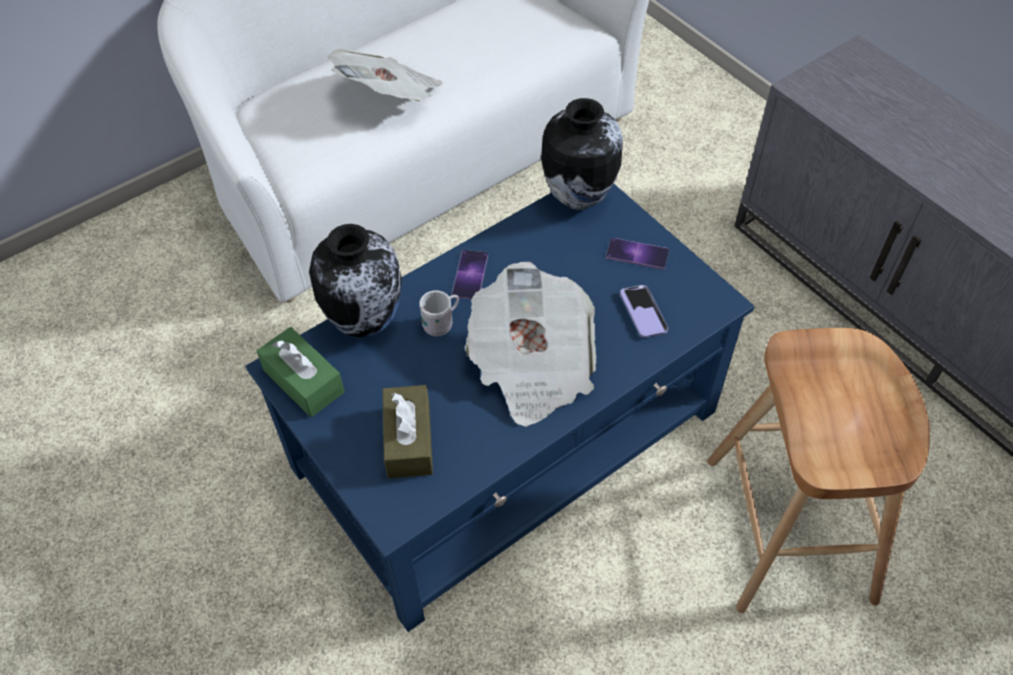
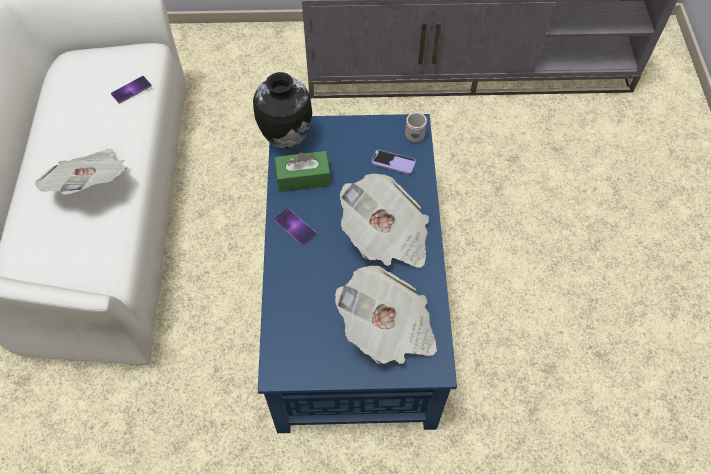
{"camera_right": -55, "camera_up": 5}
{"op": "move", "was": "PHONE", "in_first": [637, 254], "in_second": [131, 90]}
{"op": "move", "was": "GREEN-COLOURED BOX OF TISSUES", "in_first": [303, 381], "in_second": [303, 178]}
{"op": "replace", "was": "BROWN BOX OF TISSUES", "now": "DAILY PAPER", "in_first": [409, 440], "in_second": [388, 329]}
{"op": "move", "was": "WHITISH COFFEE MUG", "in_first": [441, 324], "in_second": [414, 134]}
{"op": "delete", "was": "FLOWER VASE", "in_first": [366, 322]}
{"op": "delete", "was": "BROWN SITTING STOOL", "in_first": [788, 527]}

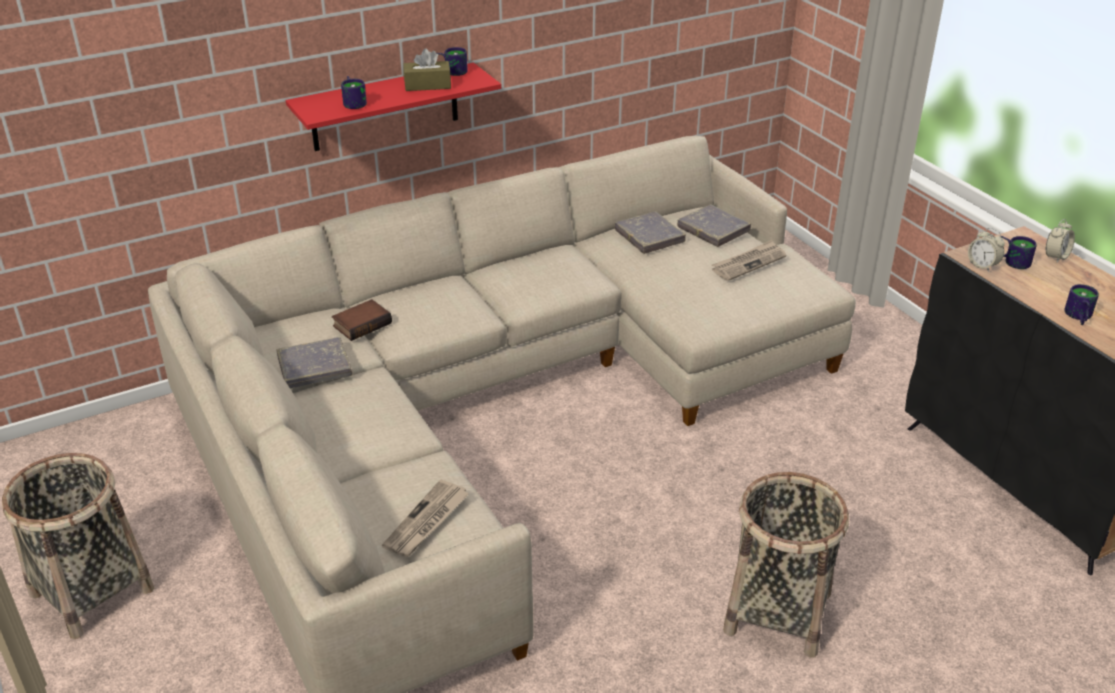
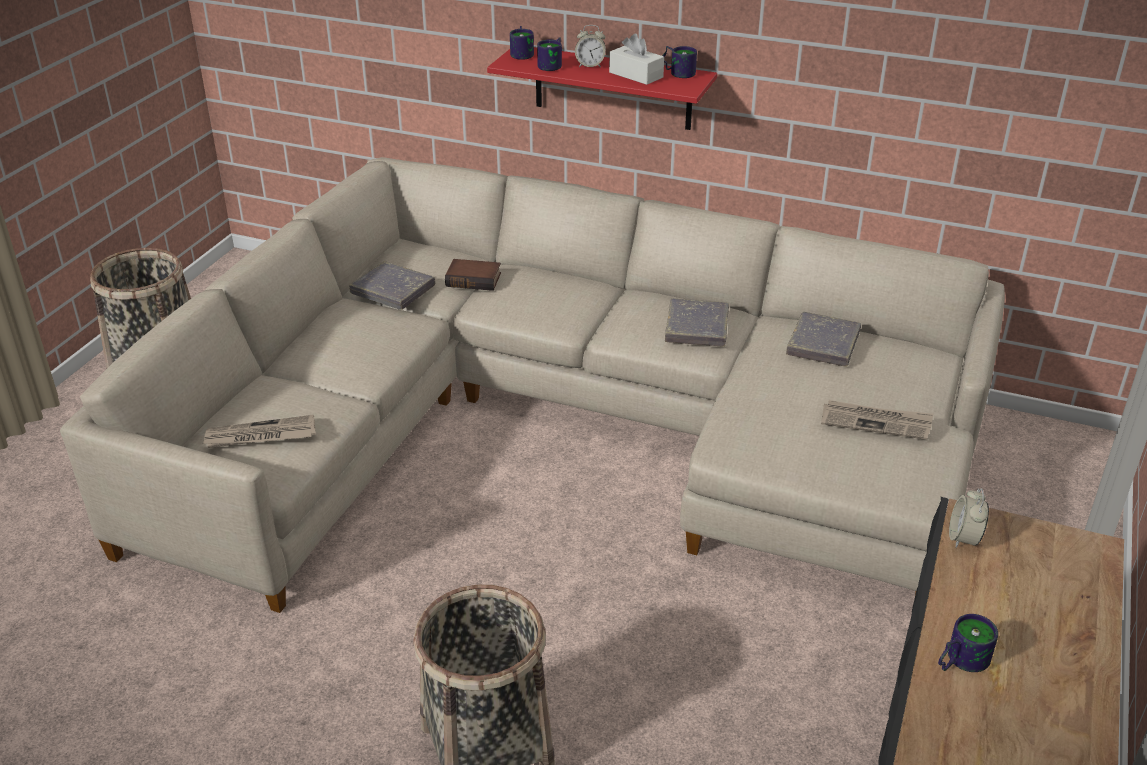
{"camera_right": 50, "camera_up": 0}
{"op": "move", "was": "COFFEE MUG", "in_first": [1011, 261], "in_second": [523, 53]}
{"op": "move", "was": "BEDSIDE CLOCK", "in_first": [1056, 257], "in_second": [590, 65]}
{"op": "recolor", "was": "BROWN BOX OF TISSUES", "now": "WHITISH BOX OF TISSUES", "in_first": [427, 85], "in_second": [636, 75]}
{"op": "move", "was": "GREYISH VOLUME", "in_first": [713, 230], "in_second": [697, 327]}

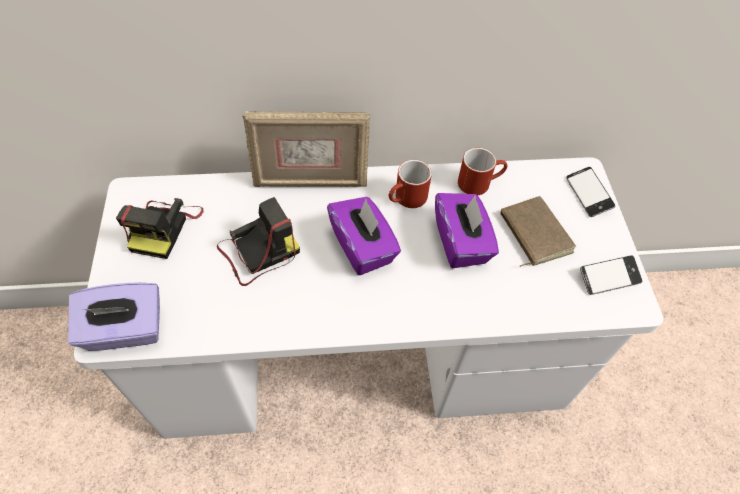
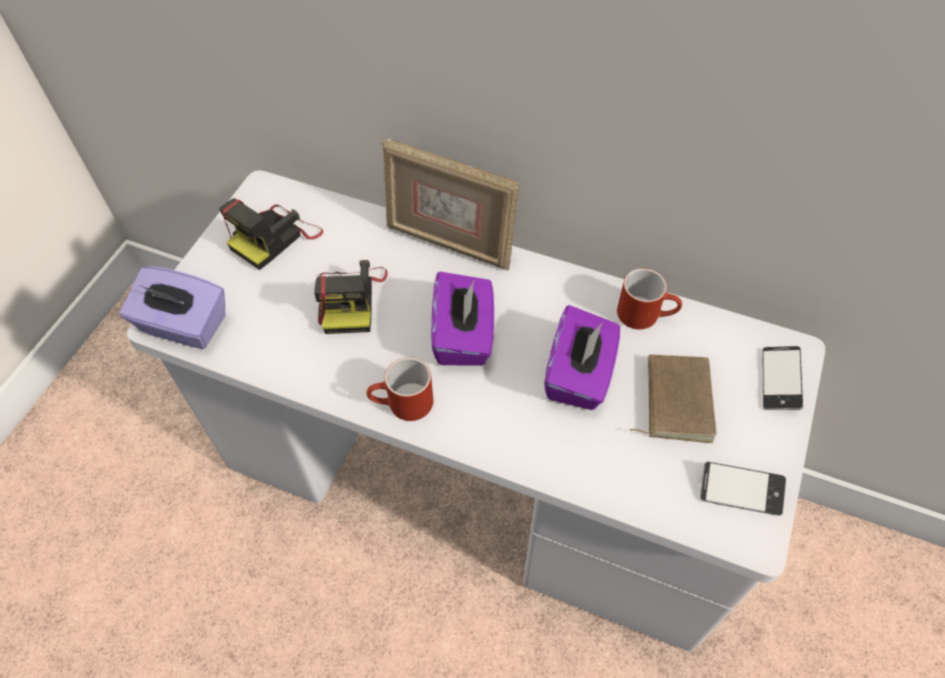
{"camera_right": 30, "camera_up": 0}
{"op": "rotate", "was": "PHOTO CAMERA", "in_first": [258, 253], "in_second": [351, 299], "clockwise": 90}
{"op": "move", "was": "RED-COLOURED COFFEE MUG", "in_first": [407, 200], "in_second": [402, 405]}

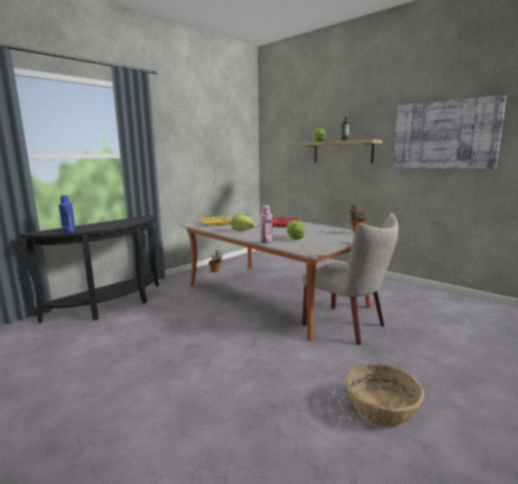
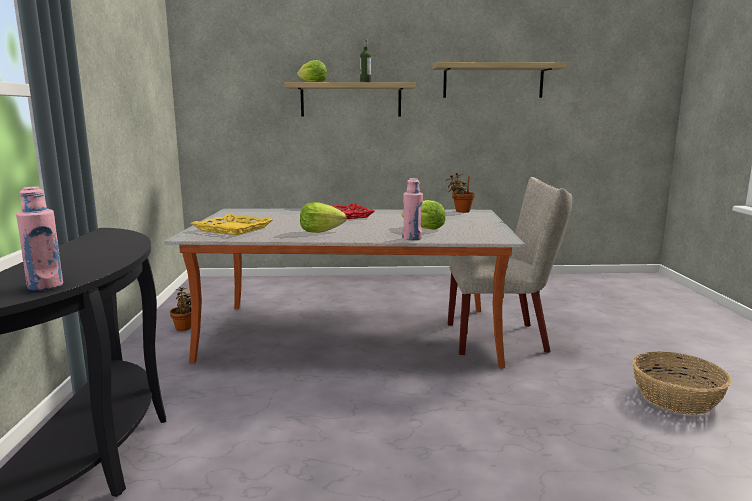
{"camera_right": -45, "camera_up": 0}
{"op": "recolor", "was": "BLUISH DRINK BOTTLE", "now": "PINK-COLOURED DRINK BOTTLE", "in_first": [69, 231], "in_second": [45, 286]}
{"op": "replace", "was": "WALL ART", "now": "BRACKET SHELF", "in_first": [444, 135], "in_second": [493, 81]}

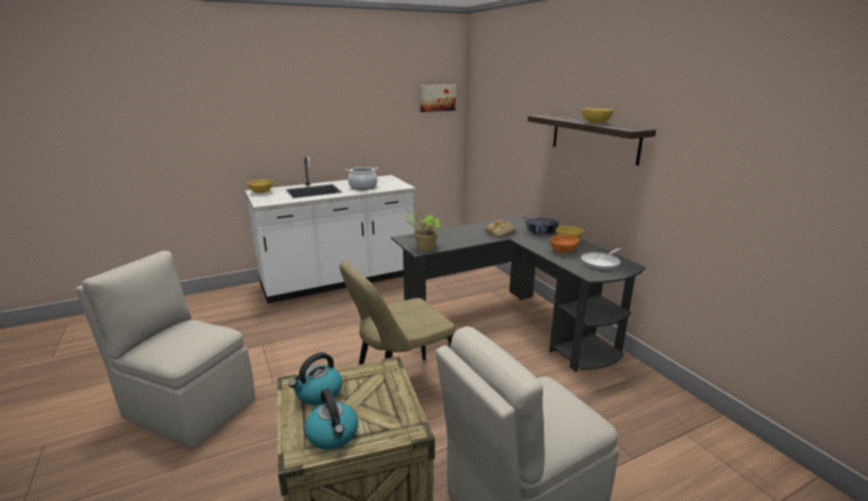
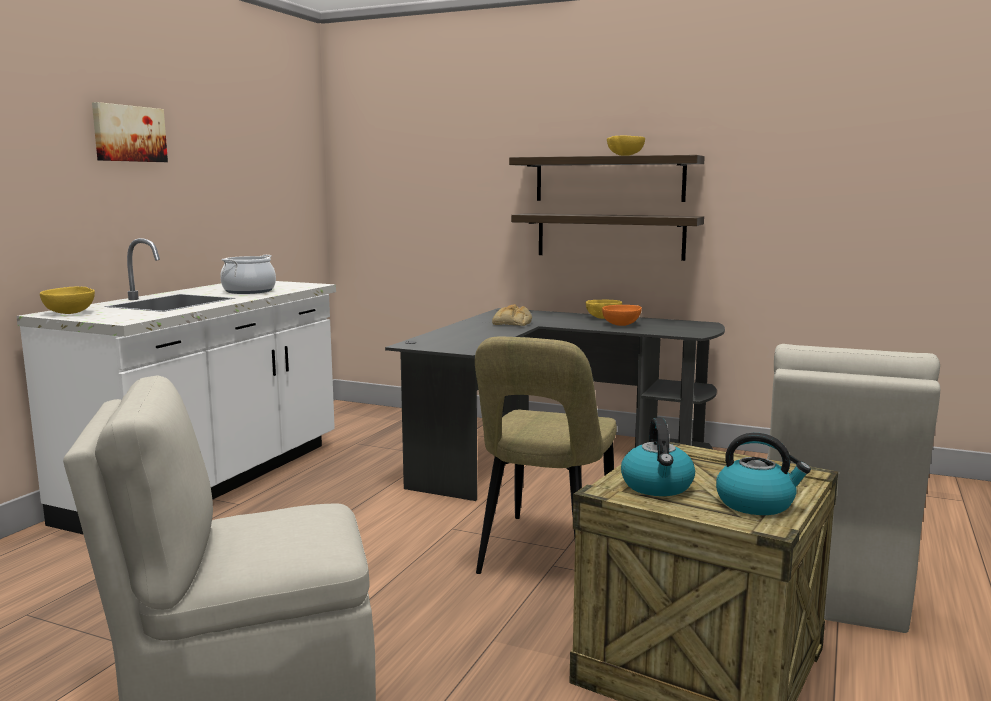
{"camera_right": -40, "camera_up": -10}
{"op": "move", "was": "WALL ART", "in_first": [437, 98], "in_second": [128, 133]}
{"op": "insert", "now": "BRACKET SHELF", "in_second": [610, 236]}
{"op": "delete", "was": "HOUSEPLANT", "in_first": [424, 248]}
{"op": "delete", "was": "DEEP DISH", "in_first": [541, 232]}
{"op": "delete", "was": "PAN", "in_first": [601, 263]}

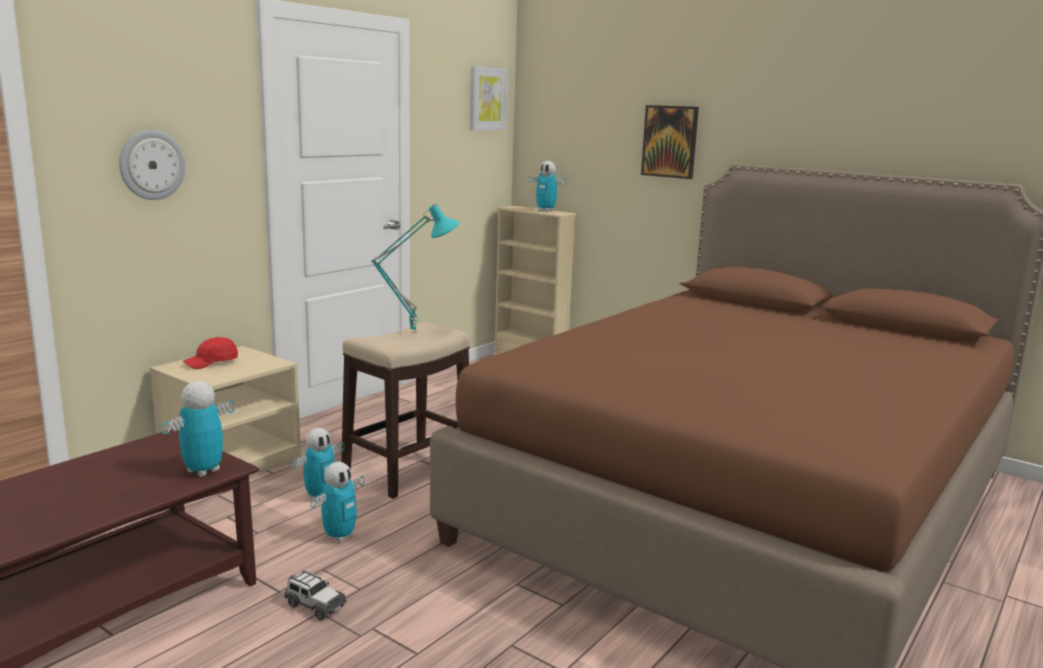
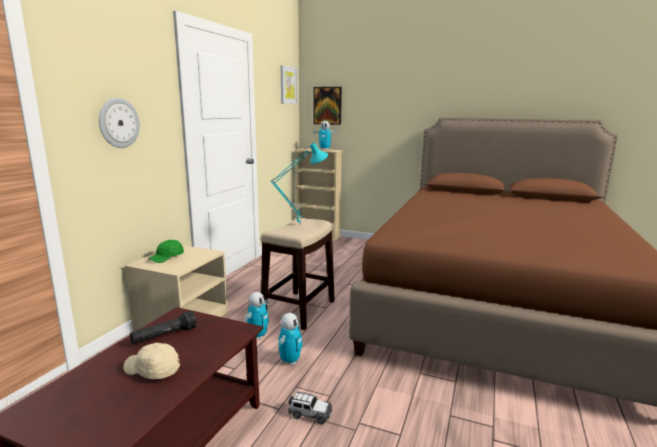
{"camera_right": -15, "camera_up": 0}
{"op": "insert", "now": "BEIGE BASEBALL CAP", "in_second": [152, 370]}
{"op": "insert", "now": "BLACK HAND TORCH", "in_second": [164, 336]}
{"op": "recolor", "was": "RED-COLOURED BASEBALL CAP", "now": "GREEN-COLOURED BASEBALL CAP", "in_first": [212, 363], "in_second": [167, 257]}
{"op": "move", "was": "WALL ART", "in_first": [670, 141], "in_second": [327, 105]}
{"op": "delete", "was": "MODEL ROBOT", "in_first": [203, 471]}

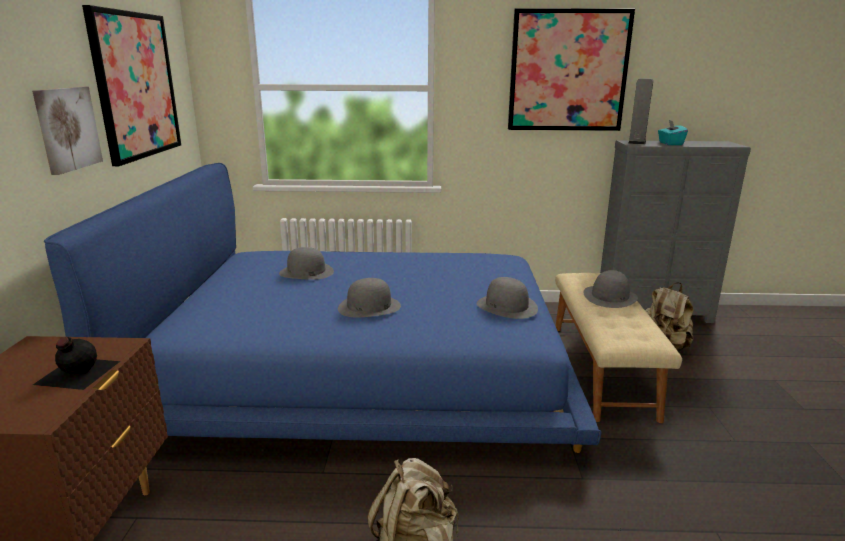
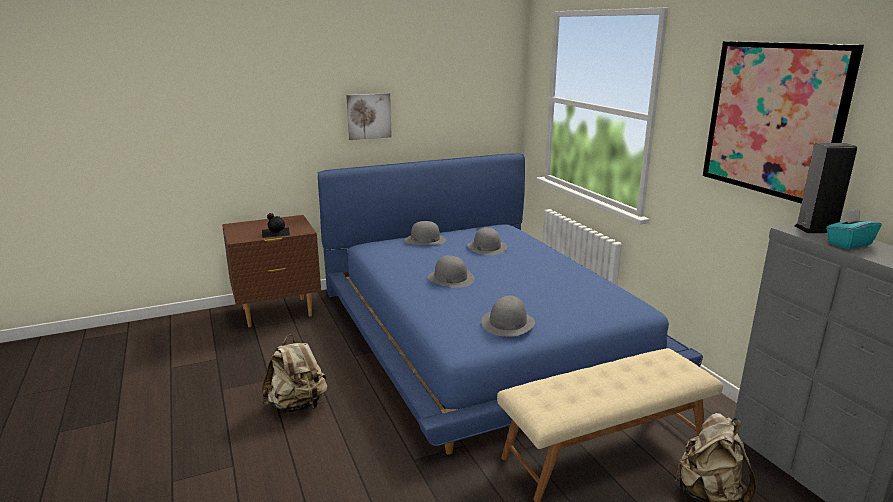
{"camera_right": 65, "camera_up": 0}
{"op": "move", "was": "GREYISH HAT", "in_first": [610, 297], "in_second": [425, 240]}
{"op": "delete", "was": "WALL ART", "in_first": [136, 85]}

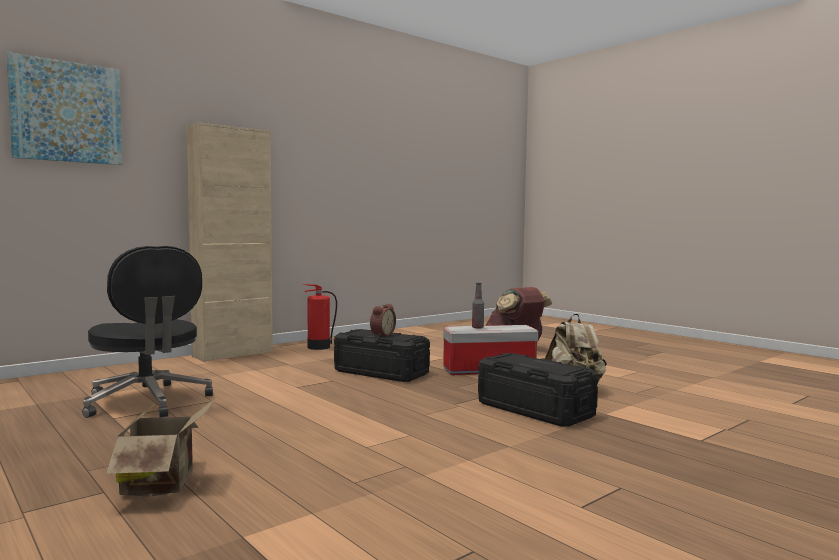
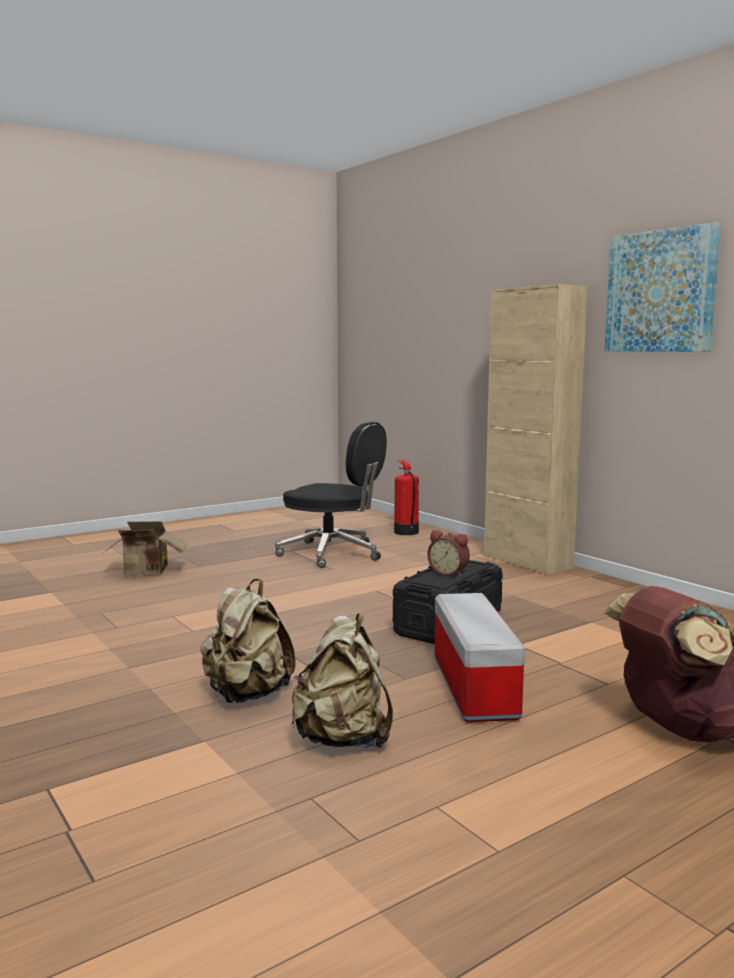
{"camera_right": 95, "camera_up": 5}
{"op": "replace", "was": "BLACK STORAGE BOX", "now": "BEIGE RUCKSACK", "in_first": [534, 409], "in_second": [247, 695]}
{"op": "rotate", "was": "BLACK OFFICE CHAIR", "in_first": [147, 402], "in_second": [332, 554], "clockwise": -120}
{"op": "move", "was": "FIRE-FIGHTING CYLINDER", "in_first": [318, 347], "in_second": [406, 532]}
{"op": "move", "was": "WALL ART", "in_first": [66, 112], "in_second": [660, 291]}
{"op": "delete", "was": "DRINK BOTTLE", "in_first": [477, 327]}

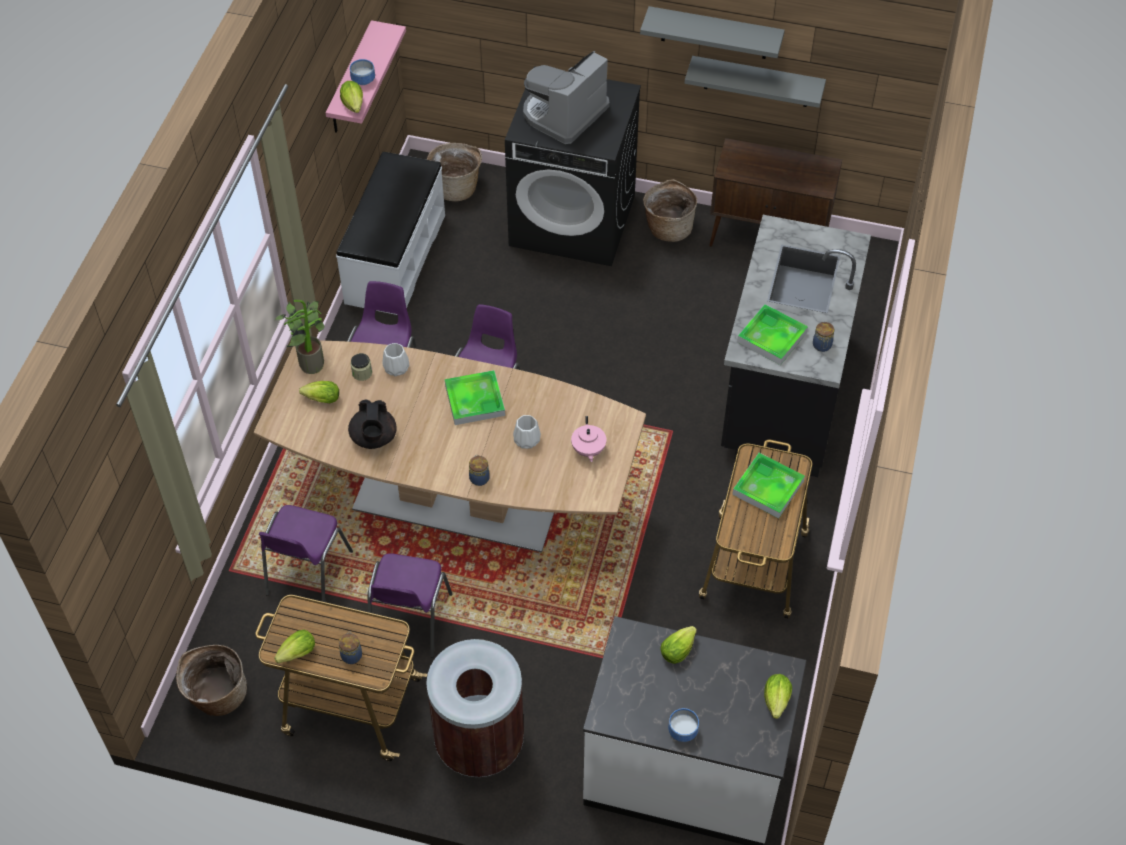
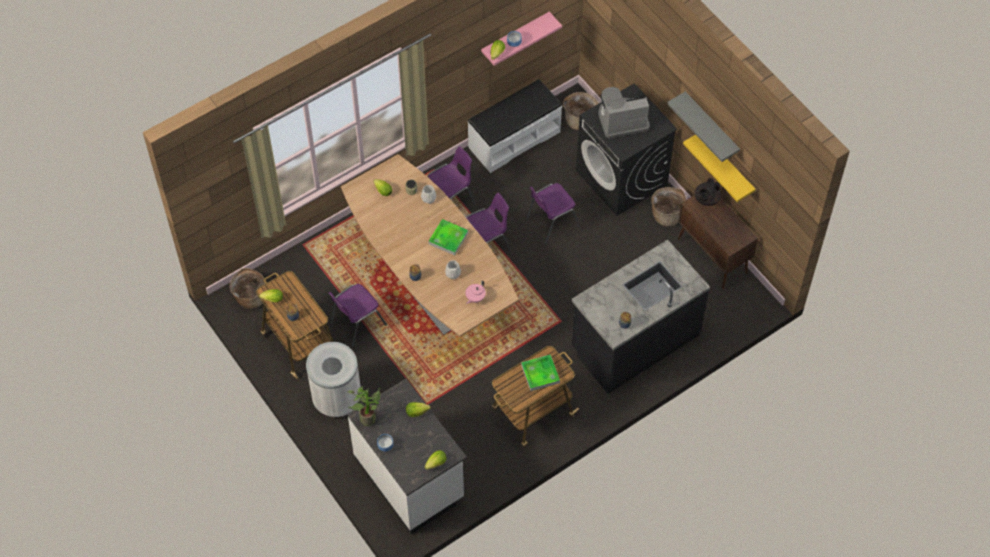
{"camera_right": 40, "camera_up": 5}
{"op": "recolor", "was": "BROWN RUBBISH BIN", "now": "WHITISH RUBBISH BIN", "in_first": [480, 743], "in_second": [337, 399]}
{"op": "move", "was": "HOUSEPLANT", "in_first": [310, 362], "in_second": [368, 417]}
{"op": "move", "was": "PURPLISH CHAIR", "in_first": [307, 574], "in_second": [551, 223]}
{"op": "recolor", "was": "GREYISH BRACKET SHELF", "now": "YELLOW-COLOURED BRACKET SHELF", "in_first": [757, 82], "in_second": [726, 166]}
{"op": "move", "was": "BLACK TEA POT", "in_first": [374, 438], "in_second": [706, 199]}
{"op": "delete", "was": "TRAY", "in_first": [772, 337]}

